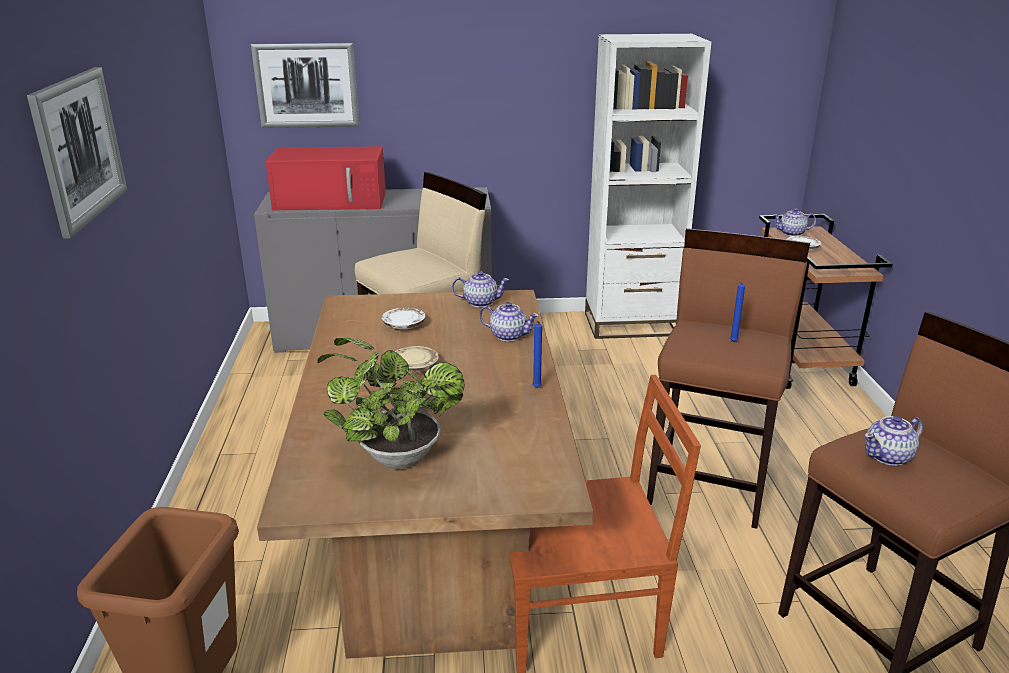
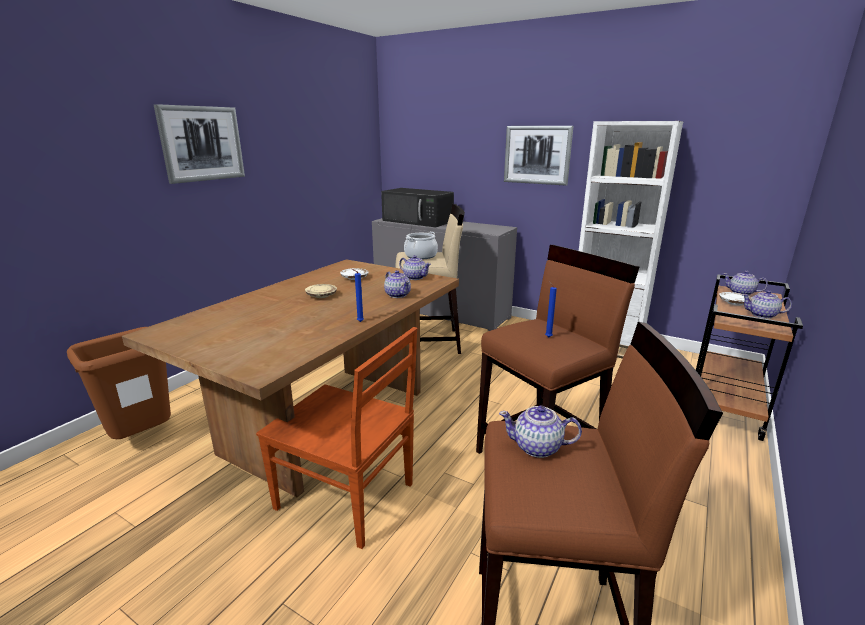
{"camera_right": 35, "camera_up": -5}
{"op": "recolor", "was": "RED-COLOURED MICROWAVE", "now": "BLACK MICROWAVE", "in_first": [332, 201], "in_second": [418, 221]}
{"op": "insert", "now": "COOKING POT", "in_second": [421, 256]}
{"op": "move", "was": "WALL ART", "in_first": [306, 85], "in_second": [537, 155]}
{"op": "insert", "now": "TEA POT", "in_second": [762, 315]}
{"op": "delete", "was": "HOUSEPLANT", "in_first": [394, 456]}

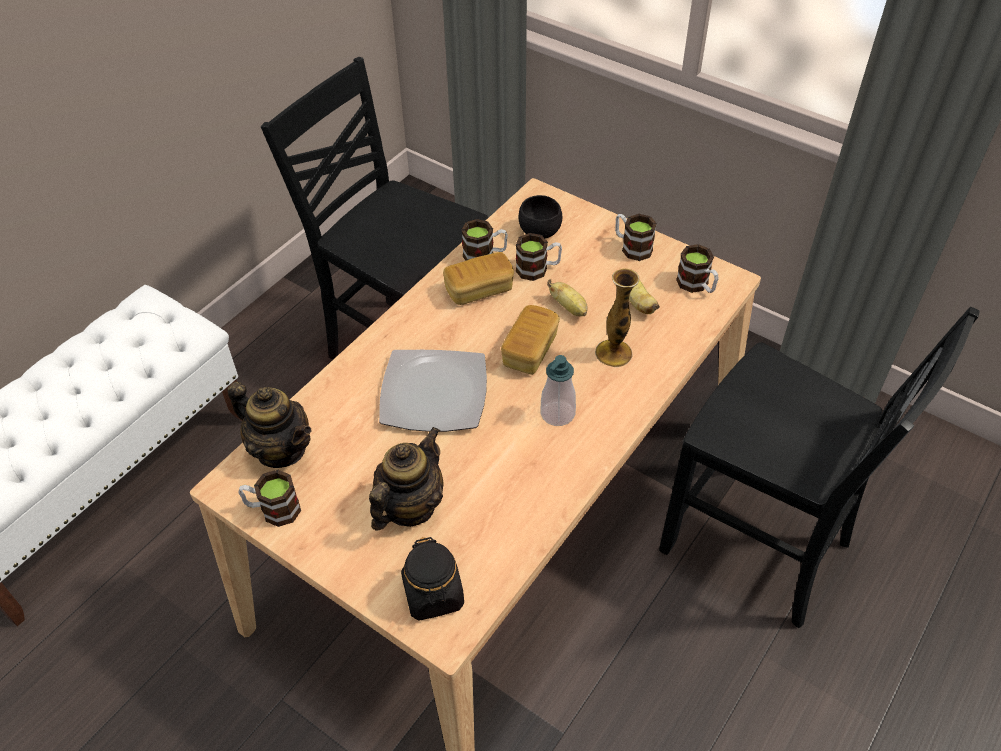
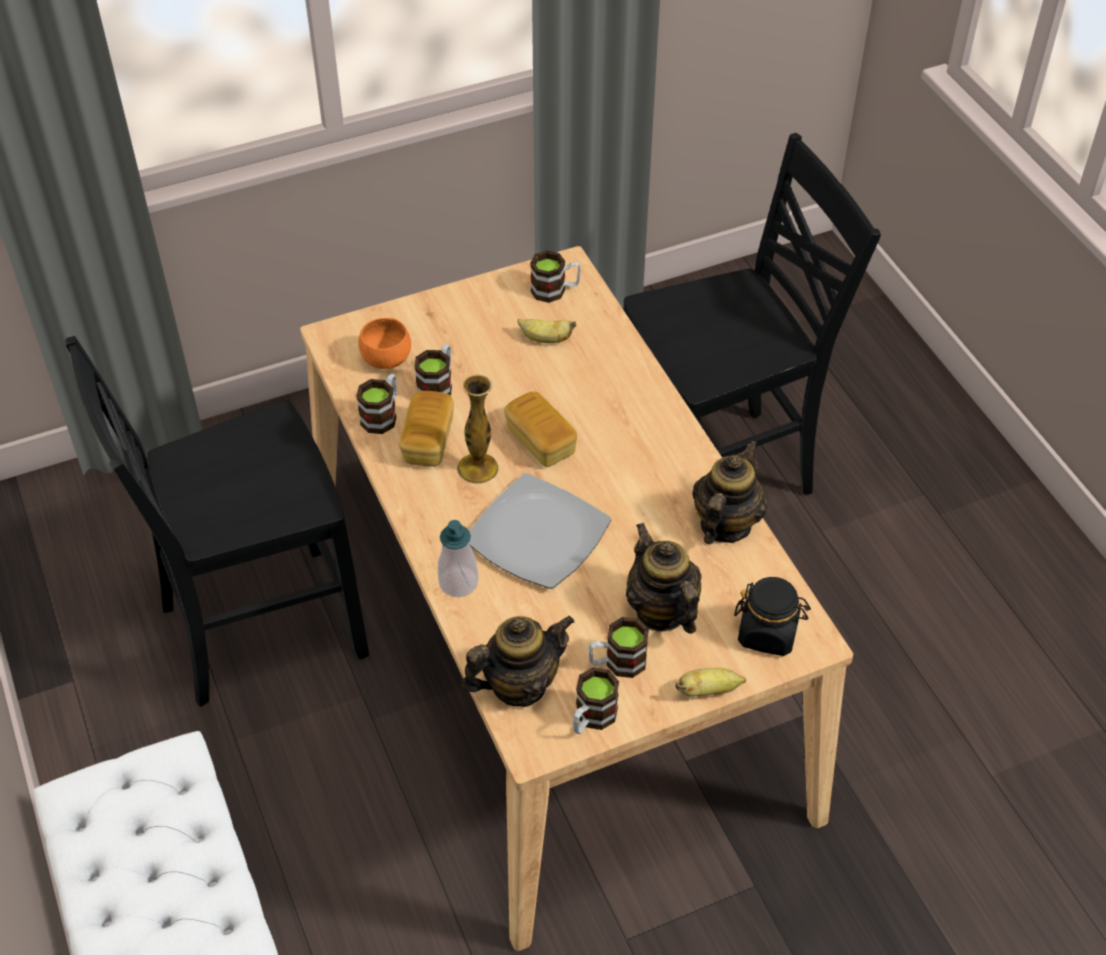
{"camera_right": -60, "camera_up": 0}
{"op": "recolor", "was": "BLACK DEEP DISH", "now": "ORANGEY DEEP DISH", "in_first": [540, 231], "in_second": [386, 359]}
{"op": "move", "was": "SOAP BOTTLE", "in_first": [557, 413], "in_second": [458, 582]}
{"op": "move", "was": "FLOWER VASE", "in_first": [613, 353], "in_second": [477, 468]}
{"op": "move", "was": "COFFEE MUG", "in_first": [632, 247], "in_second": [617, 662]}
{"op": "move", "was": "BANANA", "in_first": [569, 308], "in_second": [708, 690]}
{"op": "insert", "now": "TEA POT", "in_second": [725, 524]}

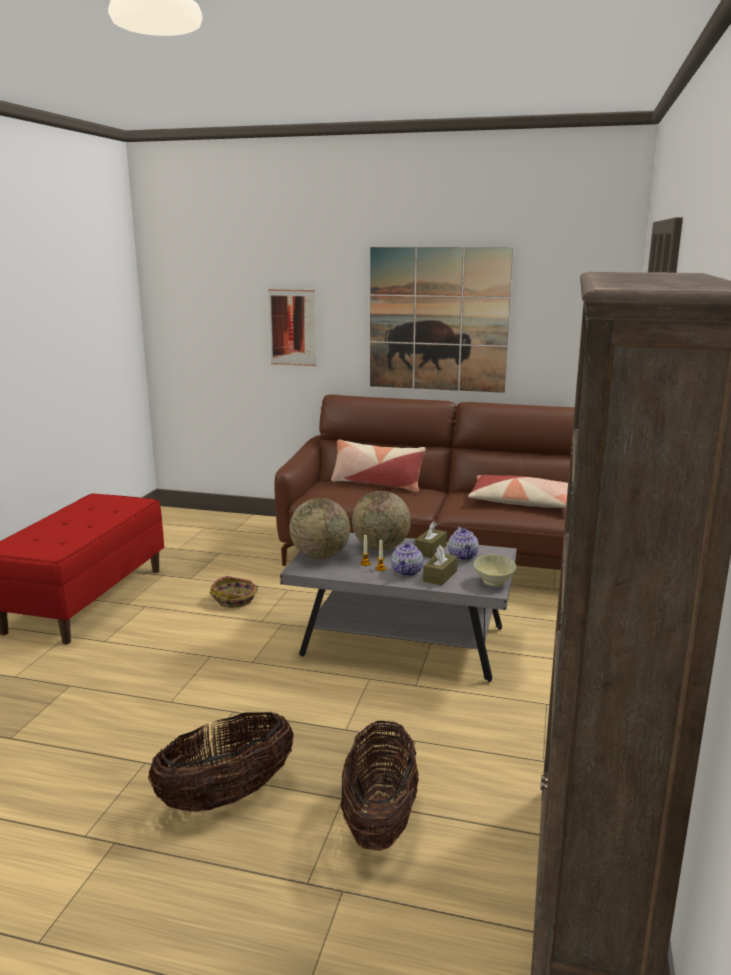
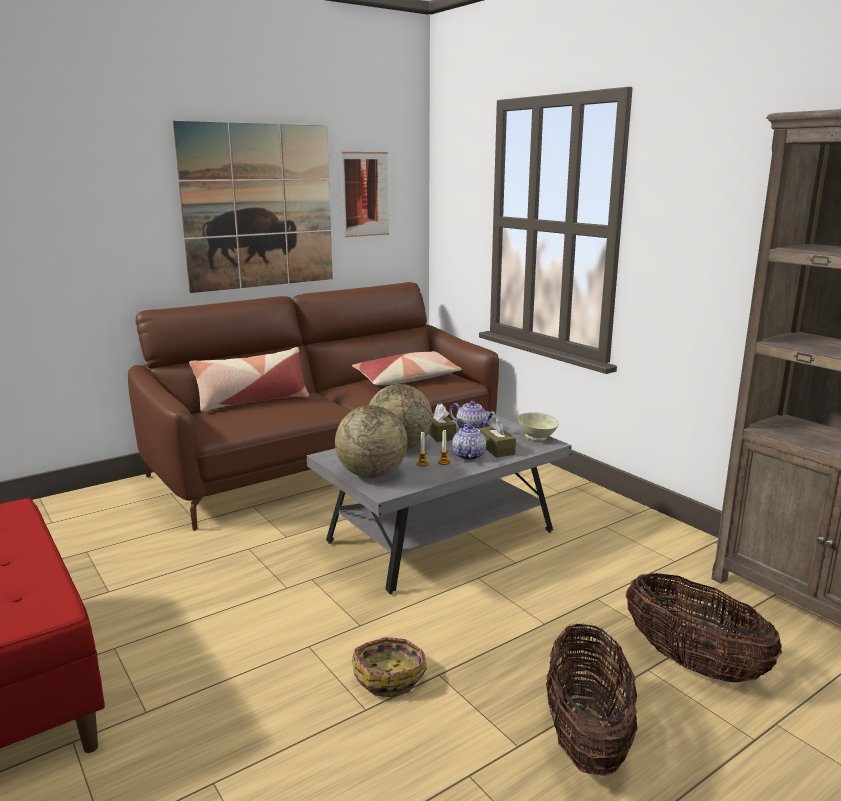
{"camera_right": -50, "camera_up": 0}
{"op": "move", "was": "WALL ART", "in_first": [292, 327], "in_second": [365, 194]}
{"op": "move", "was": "BASKET", "in_first": [235, 599], "in_second": [390, 676]}
{"op": "rotate", "was": "TEA POT", "in_first": [407, 572], "in_second": [468, 456], "clockwise": -150}

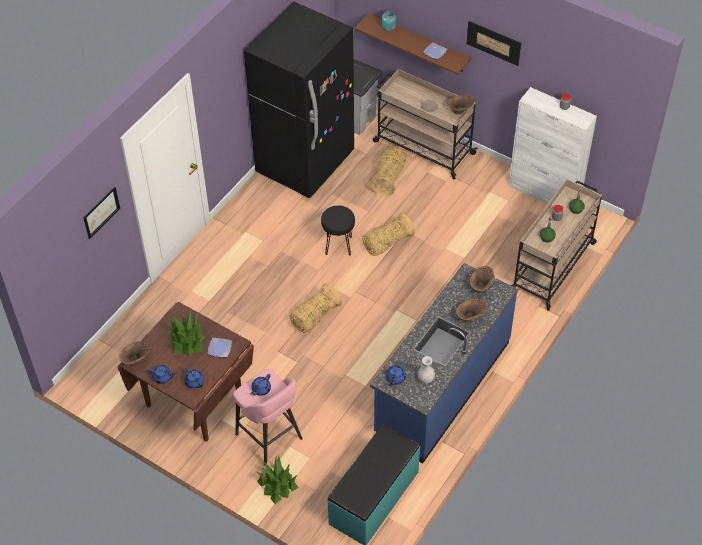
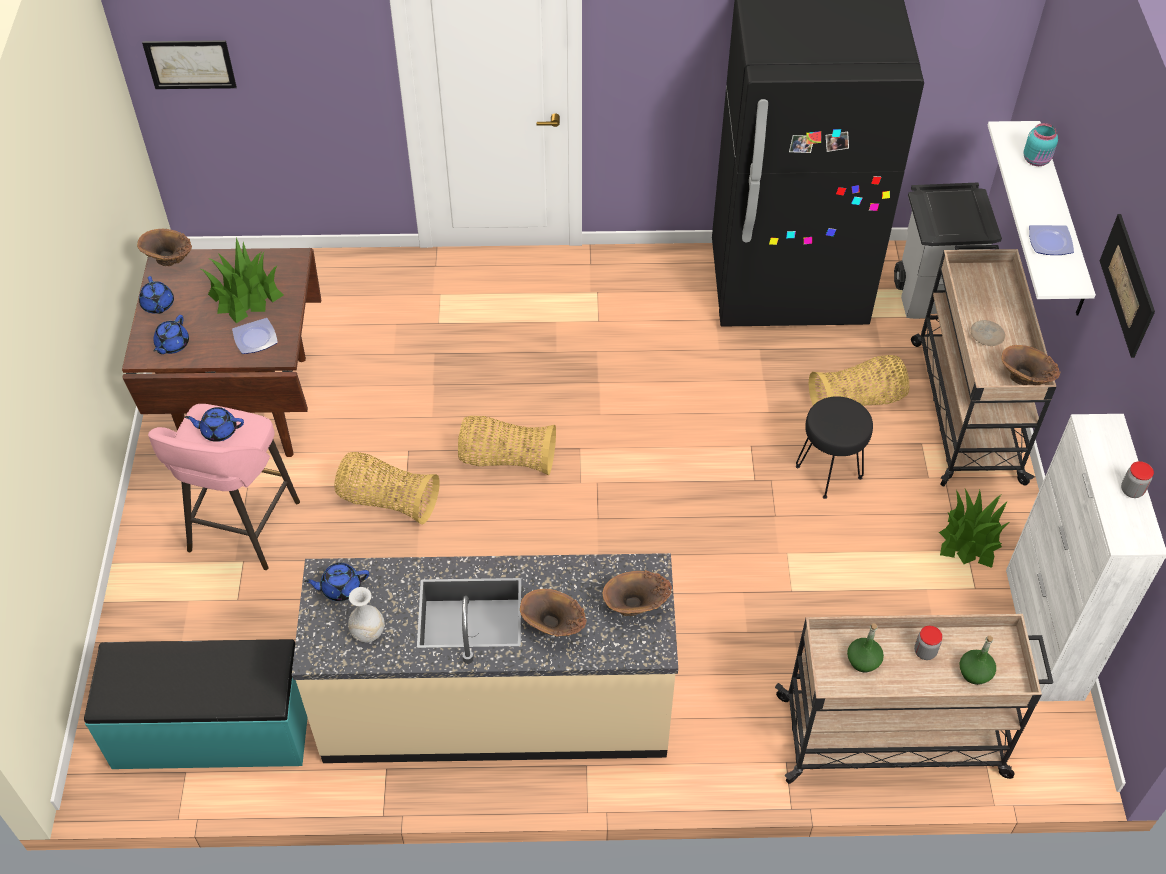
{"camera_right": 55, "camera_up": 0}
{"op": "move", "was": "WALL ART", "in_first": [101, 212], "in_second": [190, 64]}
{"op": "recolor", "was": "BLUISH KITCHEN COUNTER", "now": "BEIGE KITCHEN COUNTER", "in_first": [441, 388], "in_second": [496, 706]}
{"op": "move", "was": "BASKET", "in_first": [387, 243], "in_second": [387, 501]}
{"op": "move", "was": "BLACK SITTING STOOL", "in_first": [339, 245], "in_second": [829, 472]}
{"op": "move", "was": "HOUSEPLANT", "in_first": [277, 484], "in_second": [970, 538]}
{"op": "recolor", "was": "BROWN BRACKET SHELF", "now": "WHITISH BRACKET SHELF", "in_first": [418, 43], "in_second": [1060, 220]}

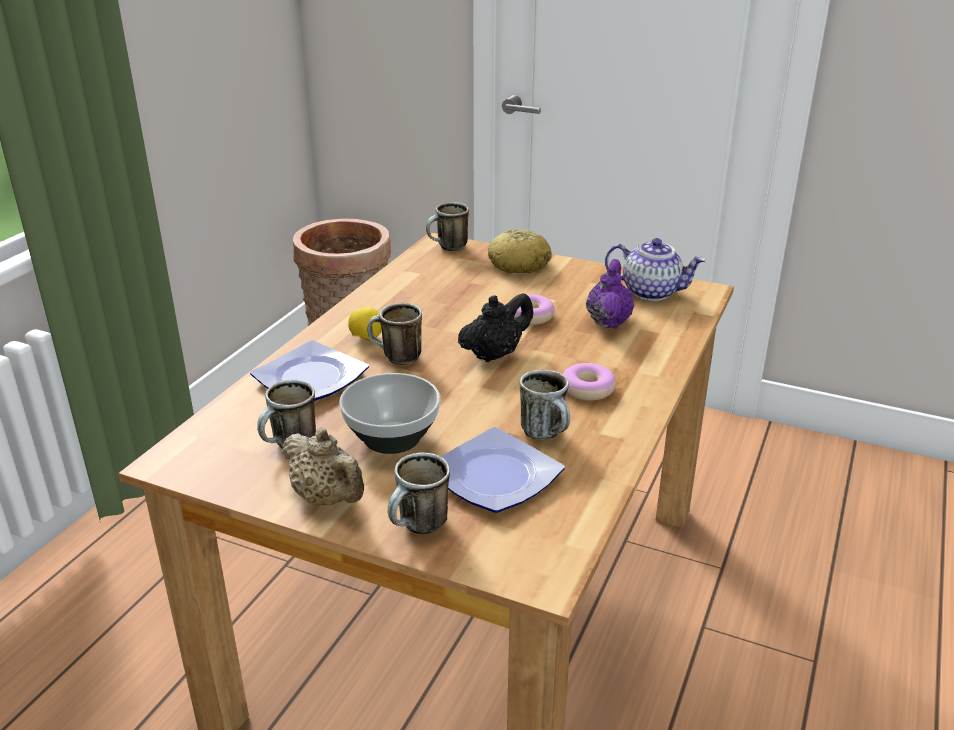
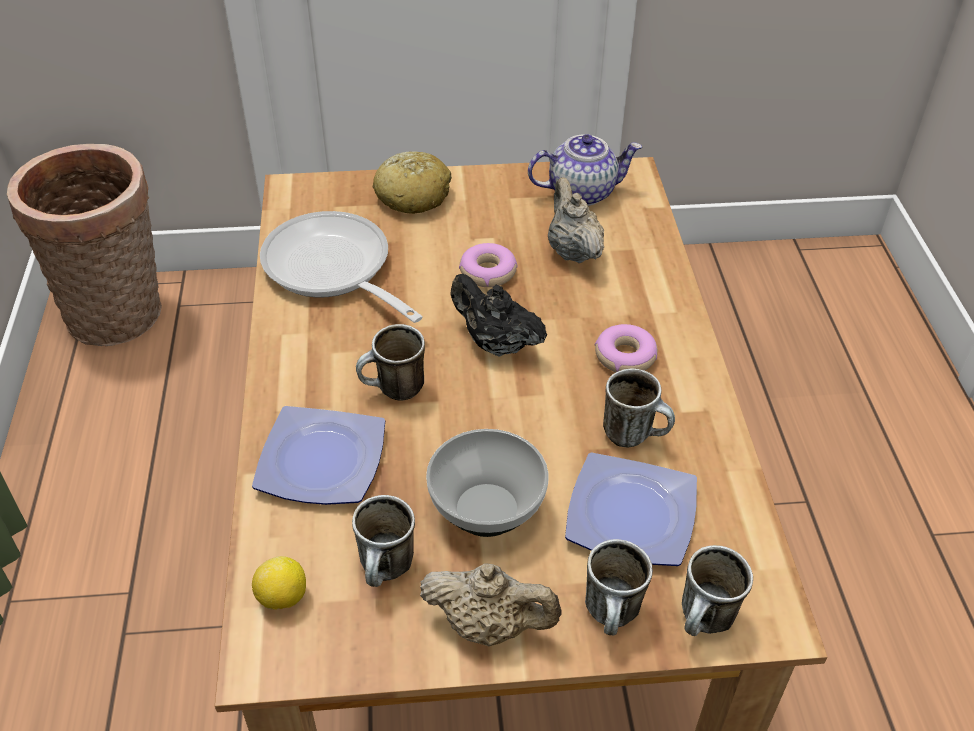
{"camera_right": -30, "camera_up": 15}
{"op": "move", "was": "WHOLE LEMON", "in_first": [366, 338], "in_second": [282, 598]}
{"op": "insert", "now": "PAN", "in_second": [333, 270]}
{"op": "rotate", "was": "BLACK TEA POT", "in_first": [495, 354], "in_second": [495, 343], "clockwise": -75}
{"op": "recolor", "was": "PURPLISH TEA POT", "now": "BEIGE TEA POT", "in_first": [608, 321], "in_second": [572, 251]}
{"op": "move", "was": "COFFEE MUG", "in_first": [448, 248], "in_second": [705, 623]}

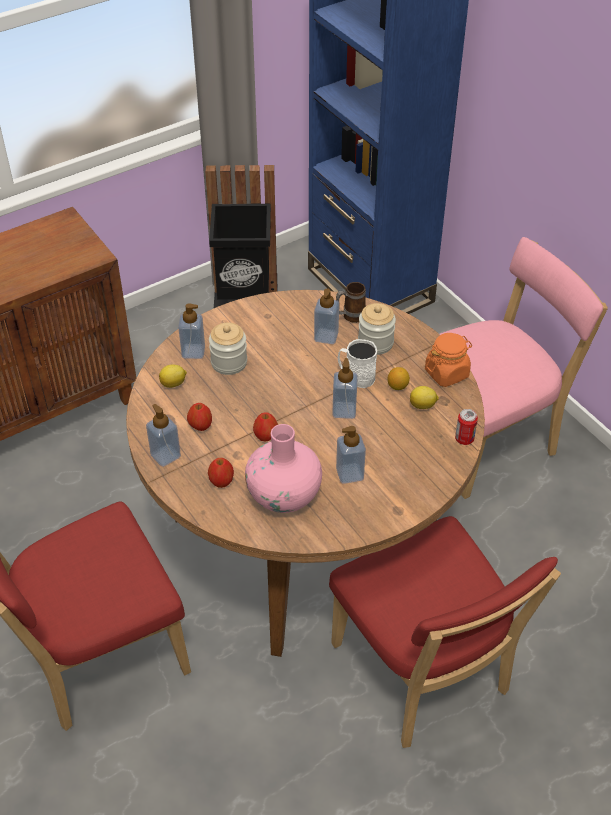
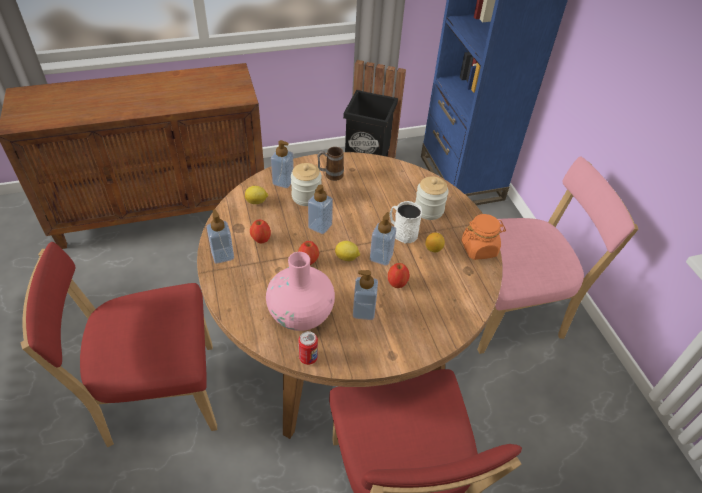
{"camera_right": 15, "camera_up": 0}
{"op": "move", "was": "SEALED CAN", "in_first": [464, 439], "in_second": [308, 358]}
{"op": "move", "was": "SOAP BOTTLE", "in_first": [326, 336], "in_second": [320, 226]}
{"op": "move", "was": "COFFEE MUG", "in_first": [350, 317], "in_second": [330, 175]}
{"op": "move", "was": "WHOLE LEMON", "in_first": [423, 405], "in_second": [347, 258]}
{"op": "move", "was": "WHOLE APPLE", "in_first": [221, 481], "in_second": [397, 283]}

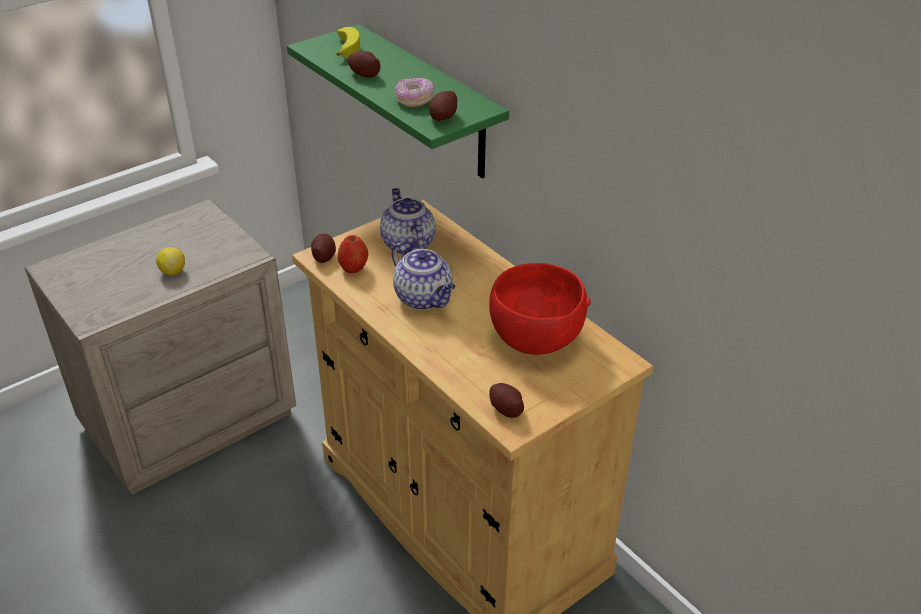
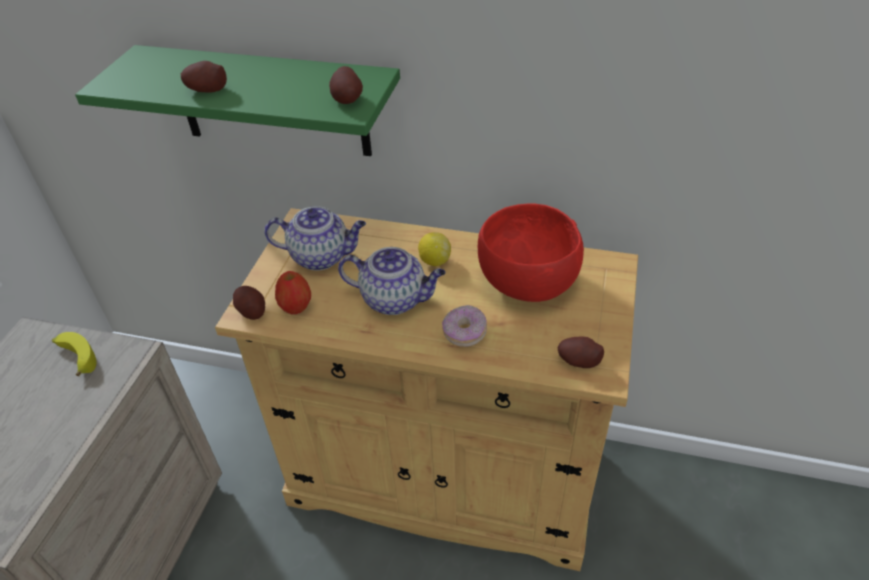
{"camera_right": -35, "camera_up": 5}
{"op": "move", "was": "BANANA", "in_first": [345, 48], "in_second": [76, 357]}
{"op": "rotate", "was": "TEA POT", "in_first": [407, 244], "in_second": [322, 256], "clockwise": 150}
{"op": "move", "was": "WHOLE LEMON", "in_first": [173, 271], "in_second": [434, 261]}
{"op": "move", "was": "DOUGHNUT", "in_first": [414, 100], "in_second": [464, 333]}

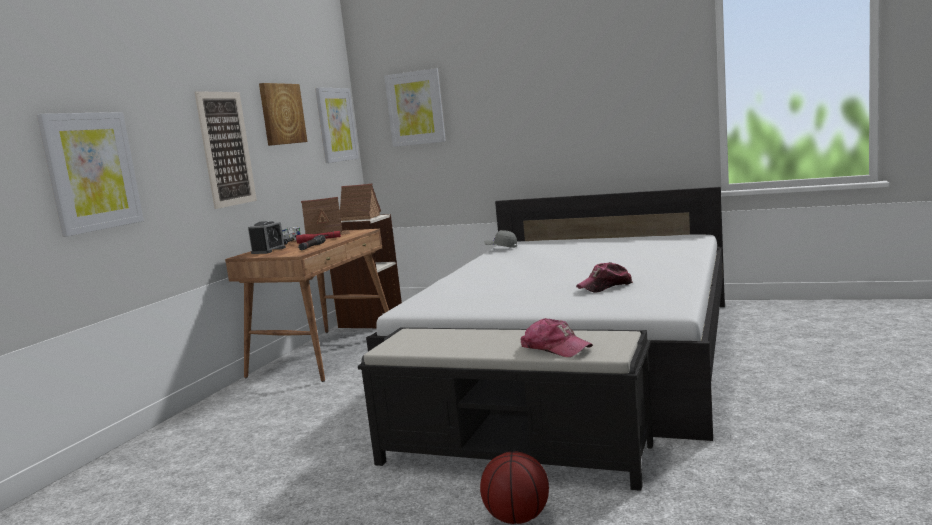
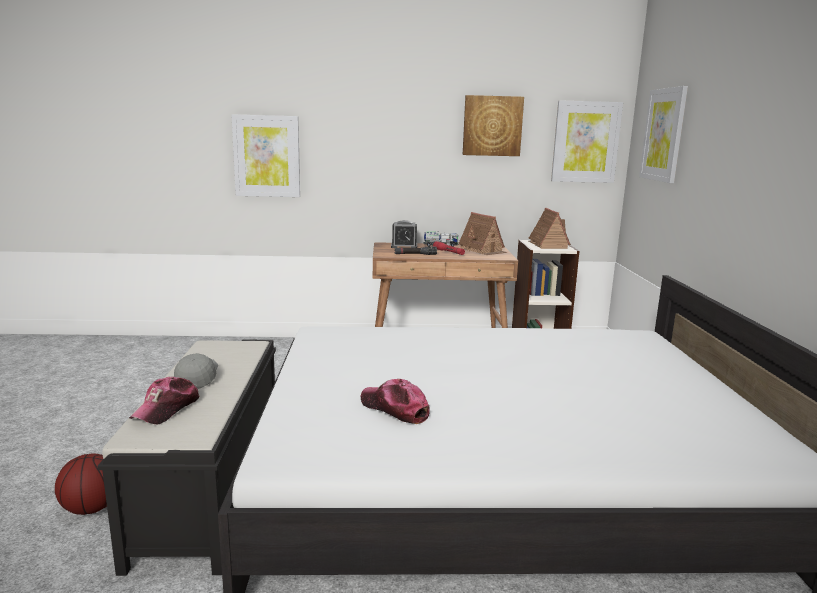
{"camera_right": 65, "camera_up": 5}
{"op": "move", "was": "GREYISH BASEBALL CAP", "in_first": [501, 247], "in_second": [197, 378]}
{"op": "delete", "was": "WALL ART", "in_first": [226, 149]}

